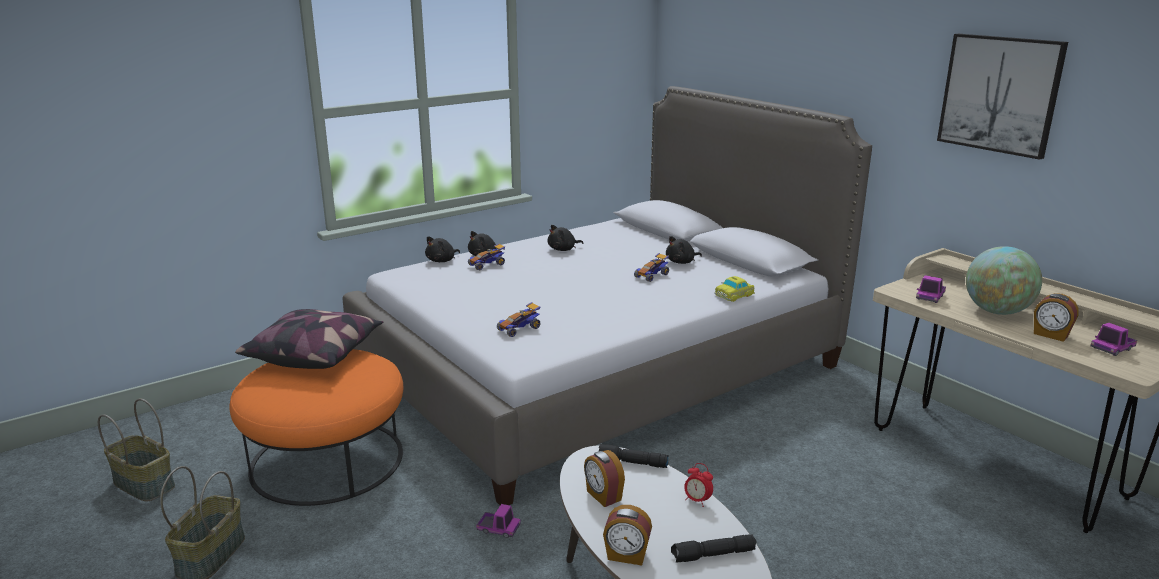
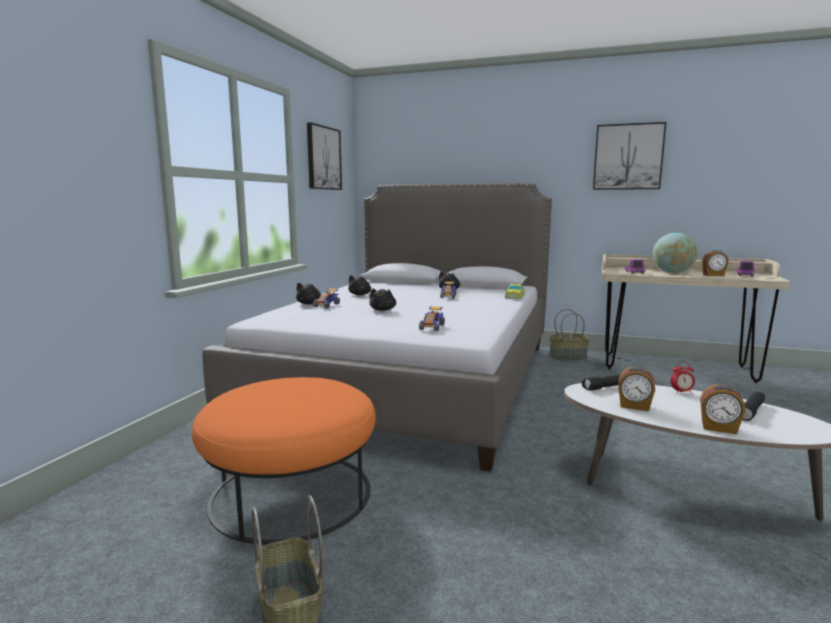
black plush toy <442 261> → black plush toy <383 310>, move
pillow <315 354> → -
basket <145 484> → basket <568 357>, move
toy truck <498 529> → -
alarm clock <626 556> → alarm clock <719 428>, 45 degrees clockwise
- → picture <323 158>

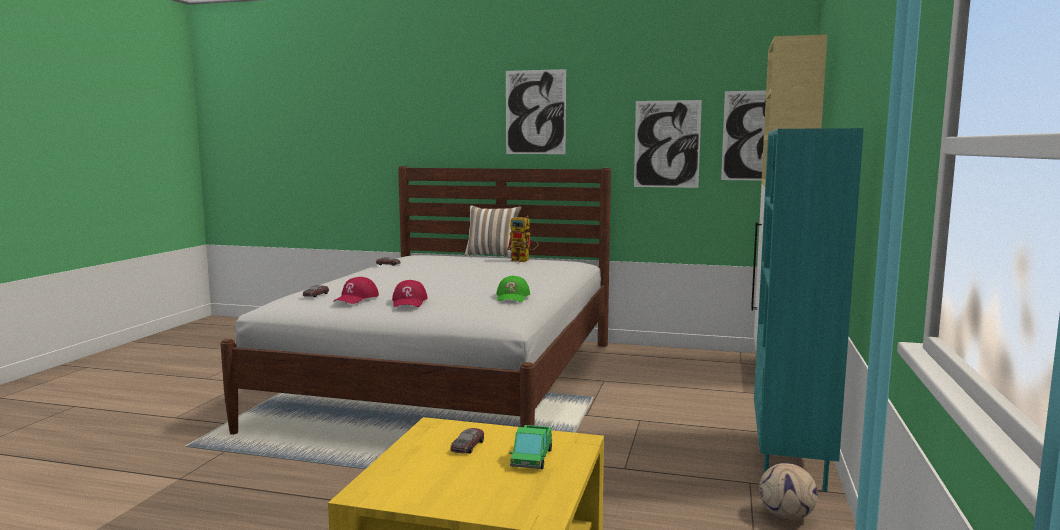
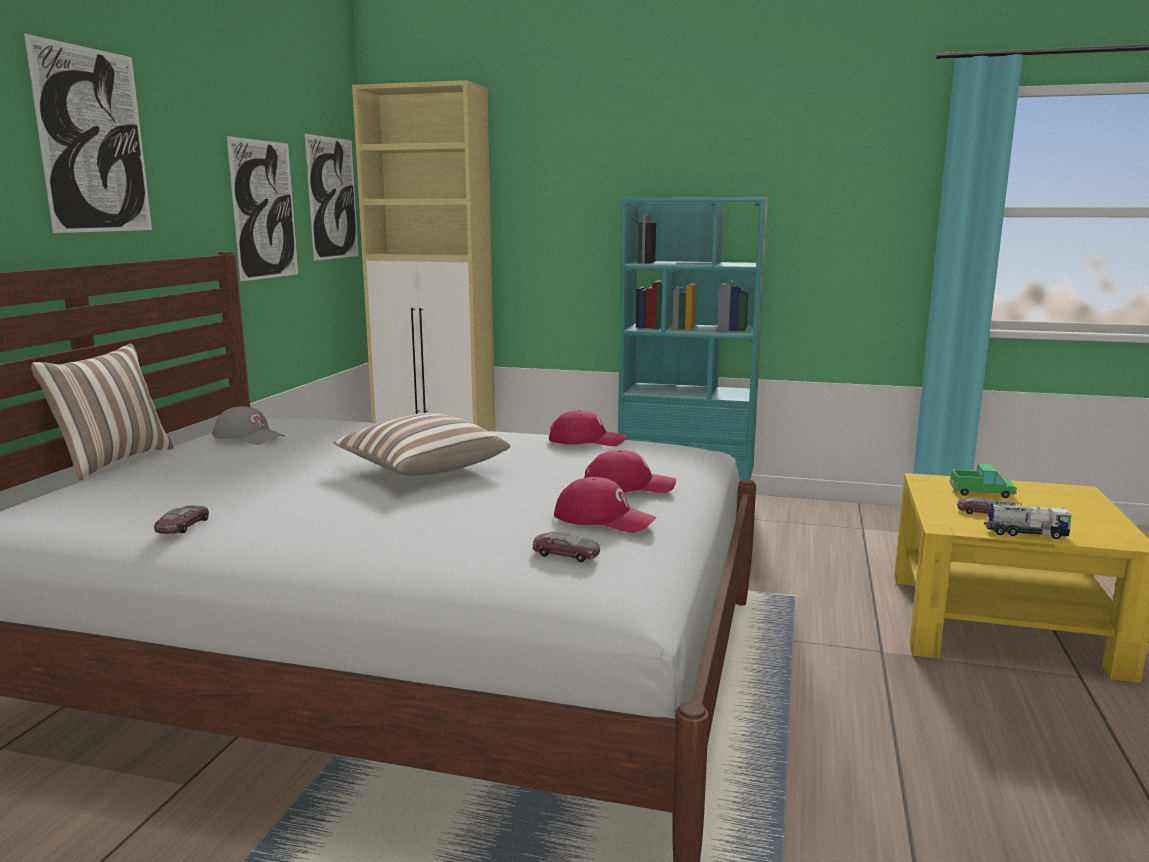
toy robot <524 260> → grey cap <249 437>
green cap <512 297> → red cap <587 440>
football <787 517> → -
- → pillow <422 470>
- → toy truck <1025 533>

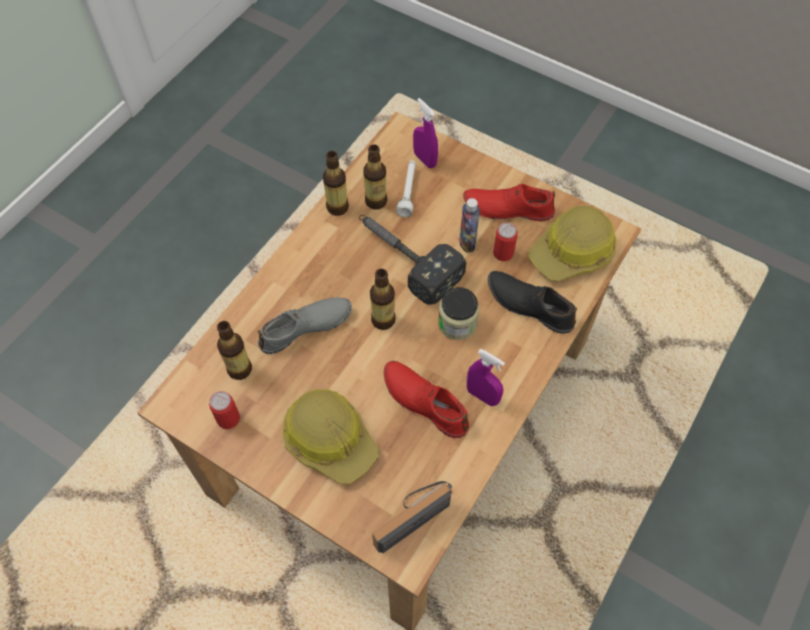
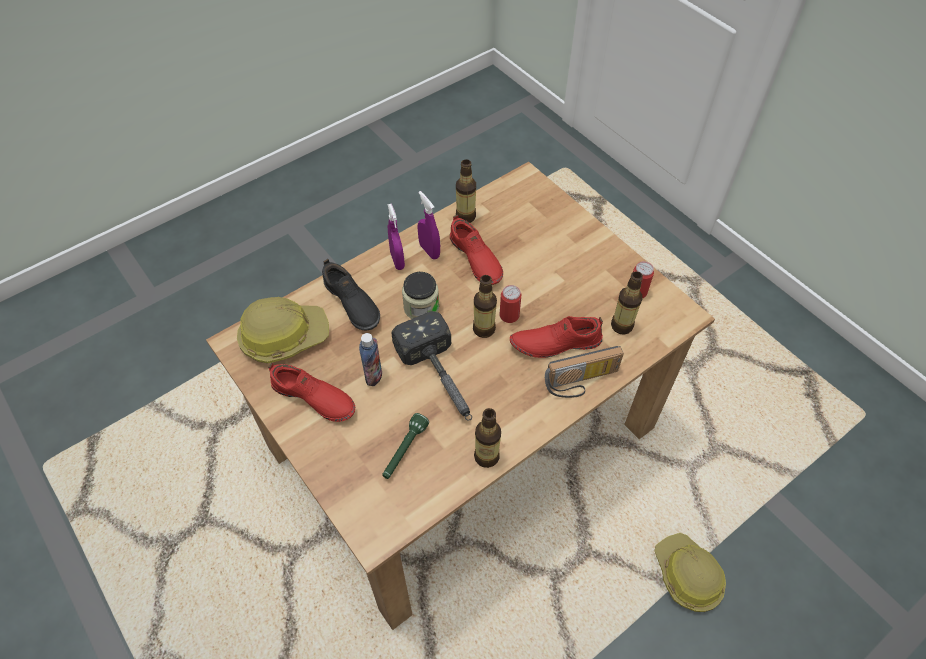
purple spray bottle <425 159> → purple spray bottle <397 260>, move
bottle <376 201> → bottle <465 216>, move
white flashlight <408 192> → green flashlight <404 451>
can <503 253> → can <509 315>, move
grey shoe <305 328> → red shoe <555 342>
hard hat <330 439> → hard hat <687 576>, move
radio <409 515> → radio <582 383>, move

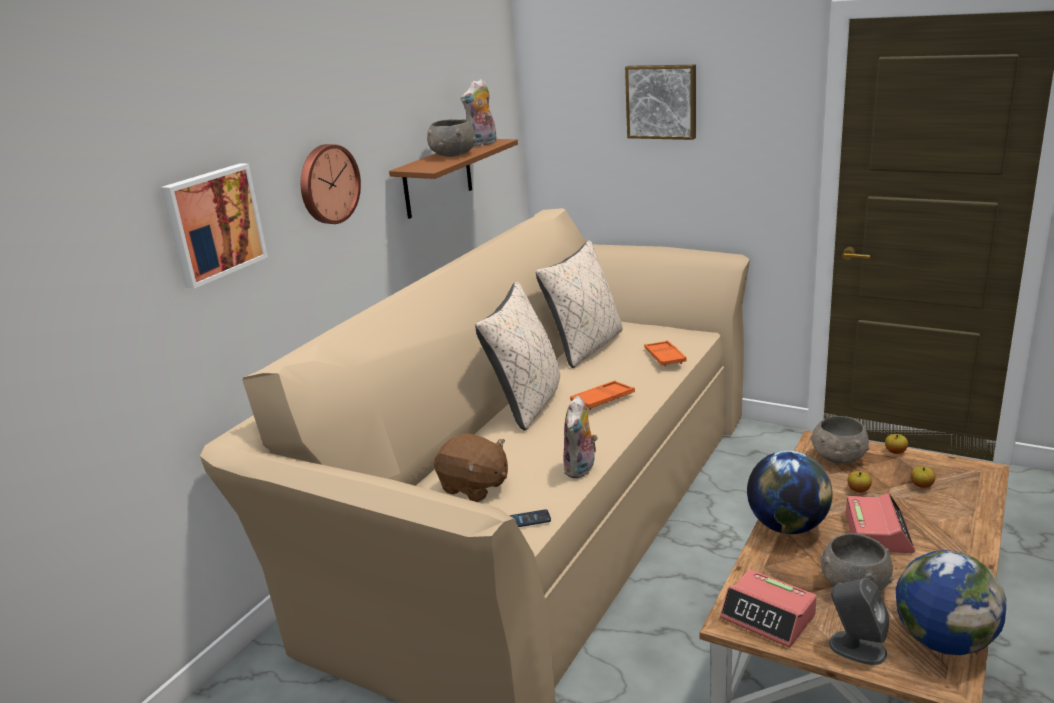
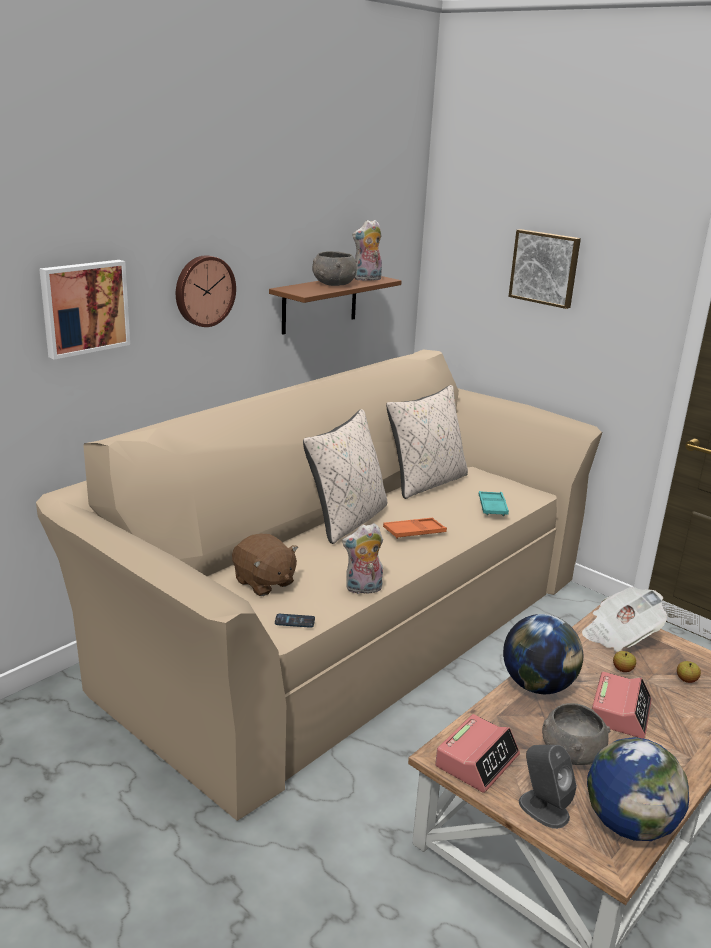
orange tray <664 357> → turquoise tray <492 507>
plush toy <581 469> → plush toy <363 589>, 45 degrees clockwise
grey bowl <838 457> → newspaper <619 635>
apple <895 452> → -
alarm clock <768 617> → alarm clock <477 760>, 105 degrees counterclockwise

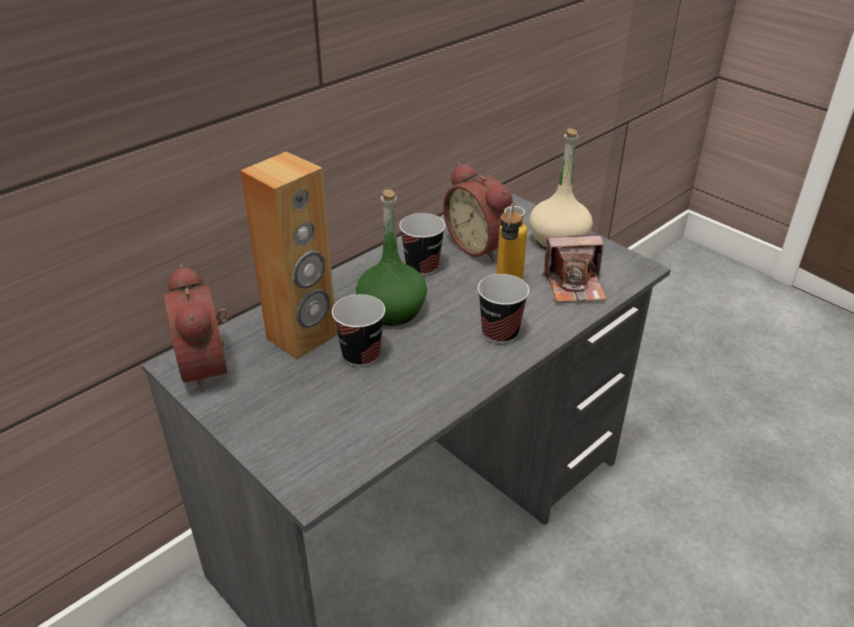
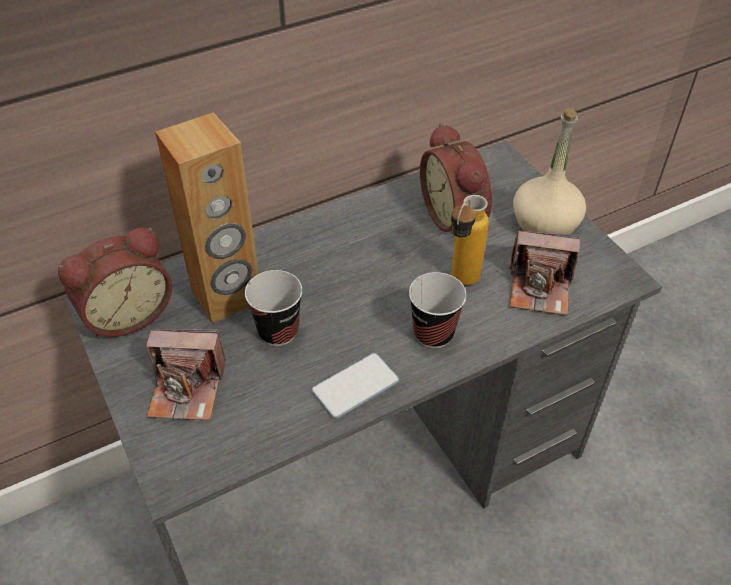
green bottle <392 310> → -
cup <422 267> → -
alarm clock <210 366> → alarm clock <126 313>, 120 degrees counterclockwise
- → photo camera <187 389>
- → phone <355 386>

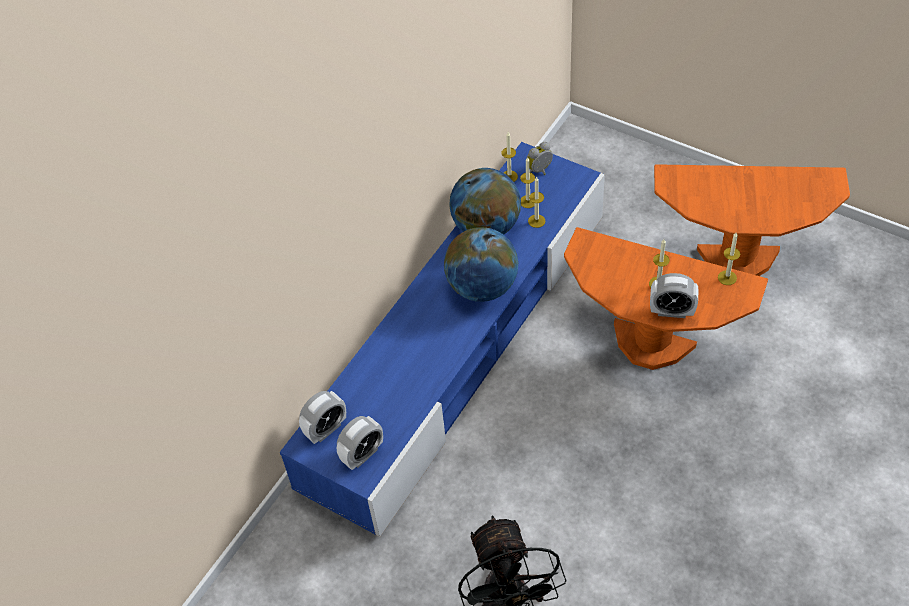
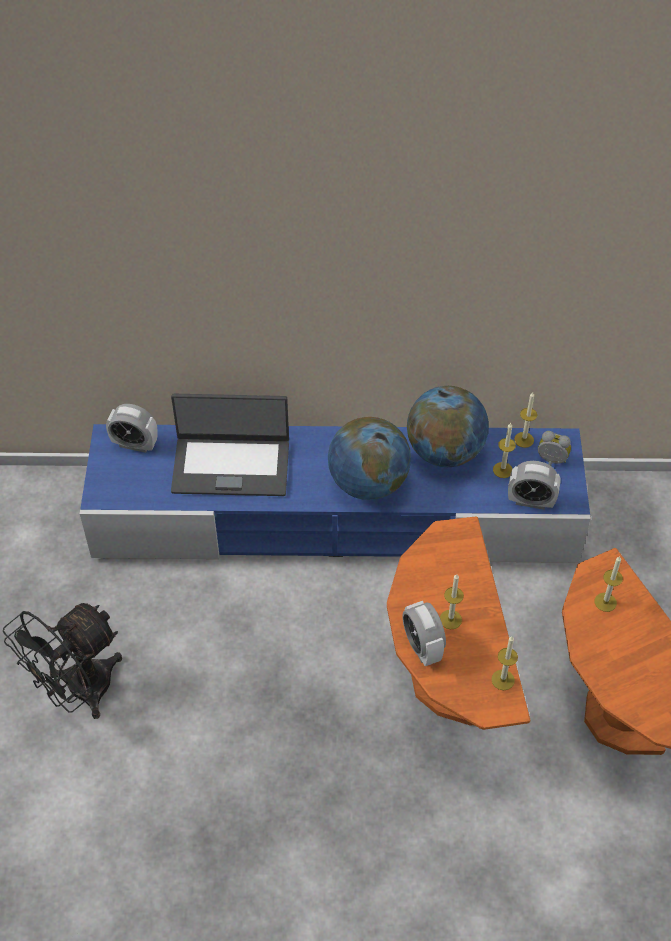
candle <536 221> → candle <605 602>, move
alarm clock <363 454> → alarm clock <530 501>, move
- → laptop <231 465>

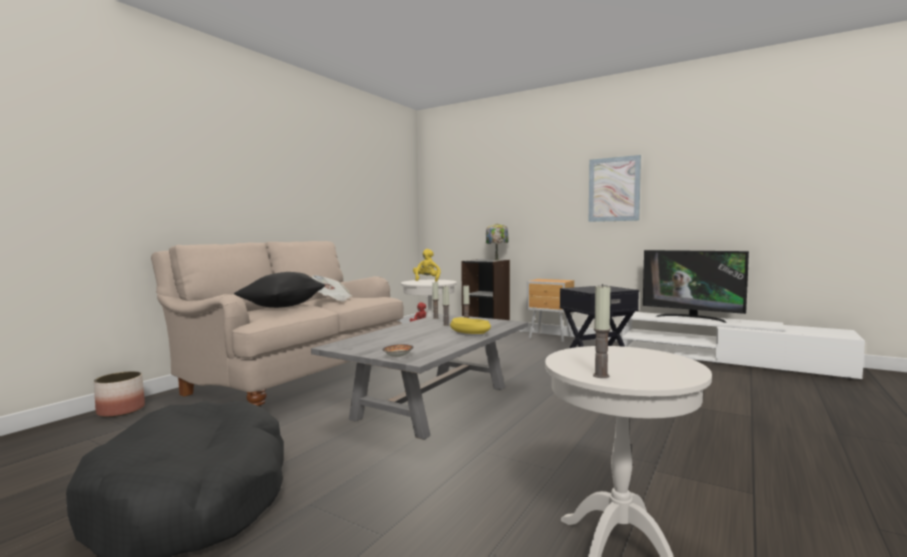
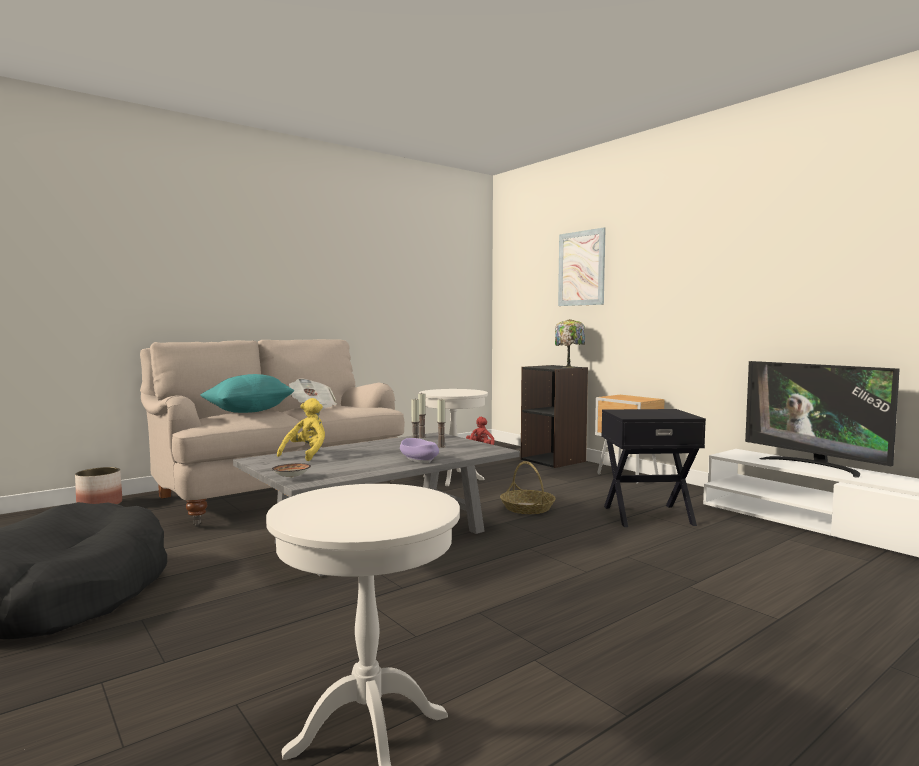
picture <614 189> → picture <581 268>, move
yellow plush toy <427 280> → yellow plush toy <307 454>, move
black pillow <282 306> → turquoise pillow <249 411>
candle <601 376> → -
yellow bowl <470 334> → purple bowl <419 459>
- → basket <527 508>

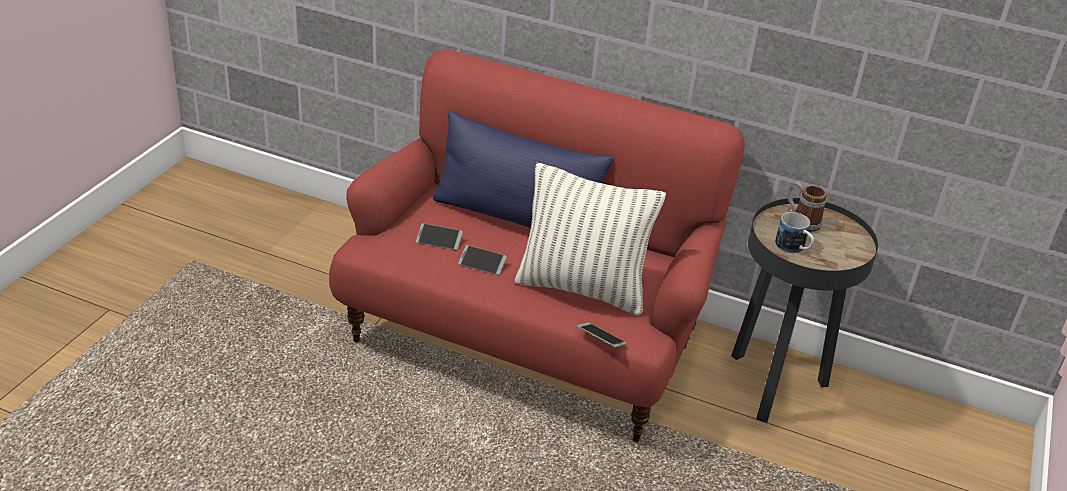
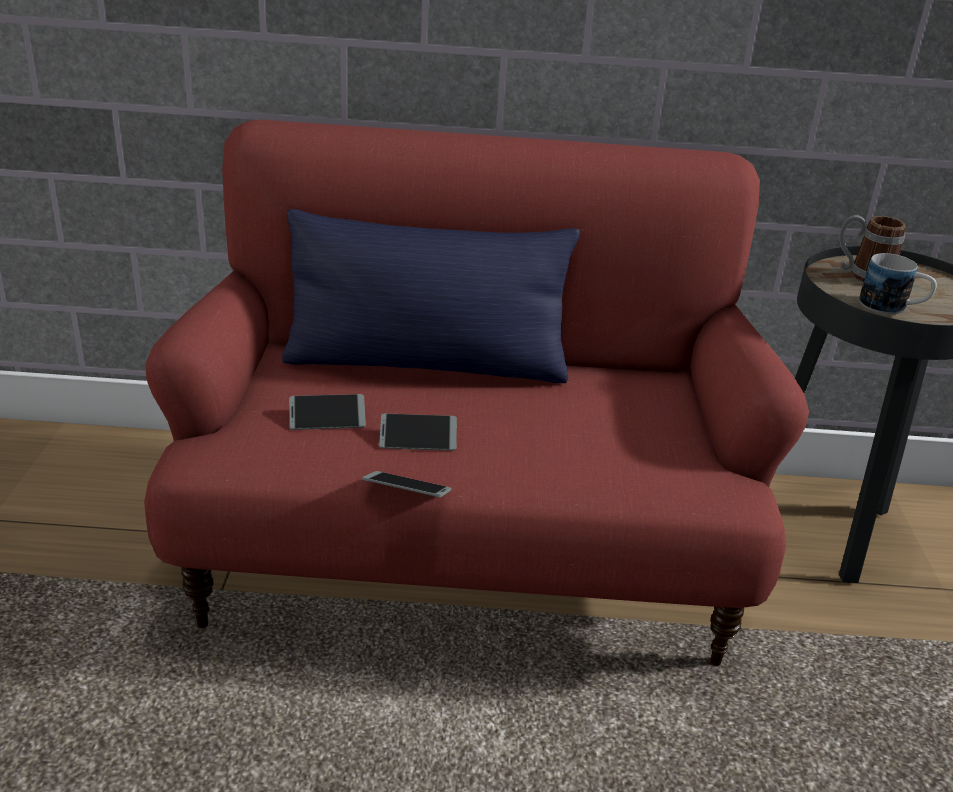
pillow <582 288> → -
phone <601 339> → phone <407 491>, move

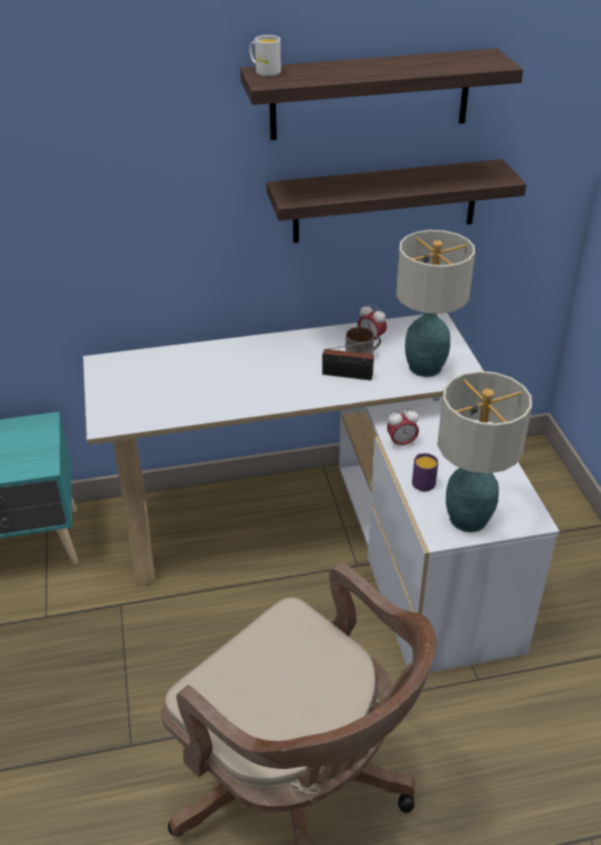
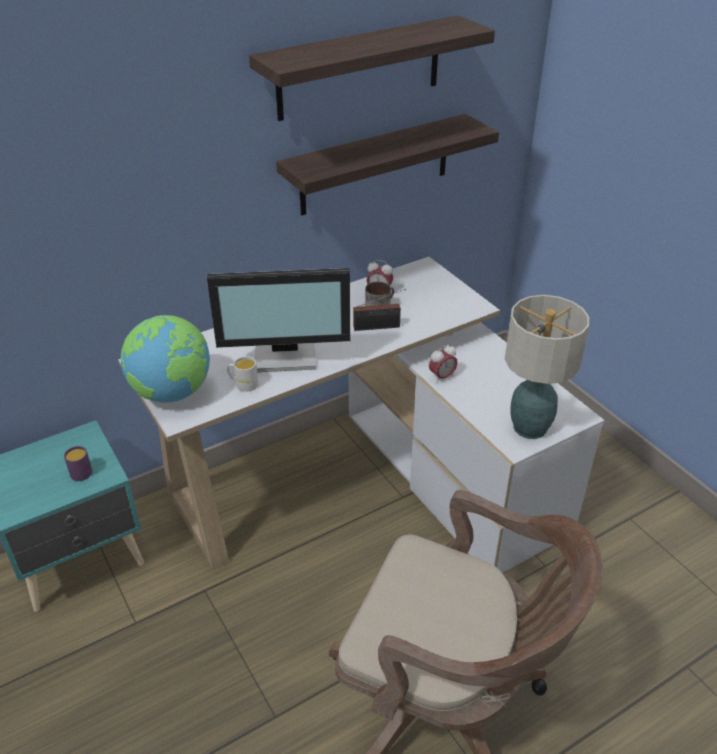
white mug <264 71> → white mug <243 384>, move
table lamp <425 368> → -
purple mug <422 480> → purple mug <80 471>, move
- → monitor <286 354>
- → globe <172 393>

